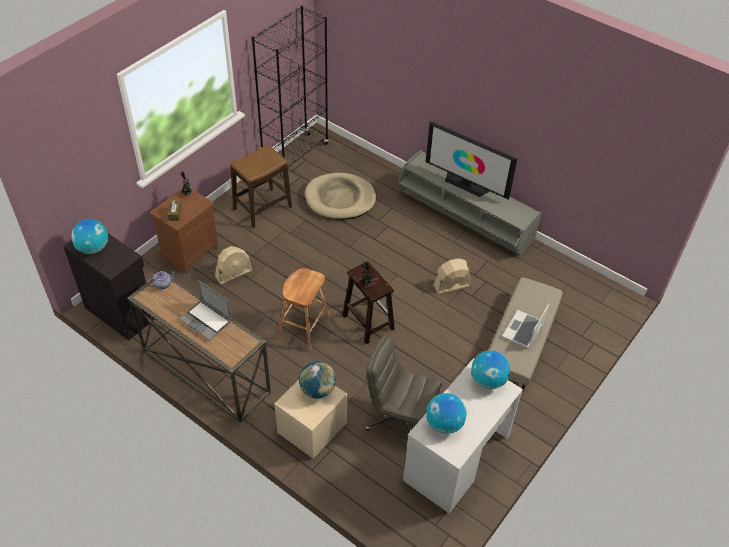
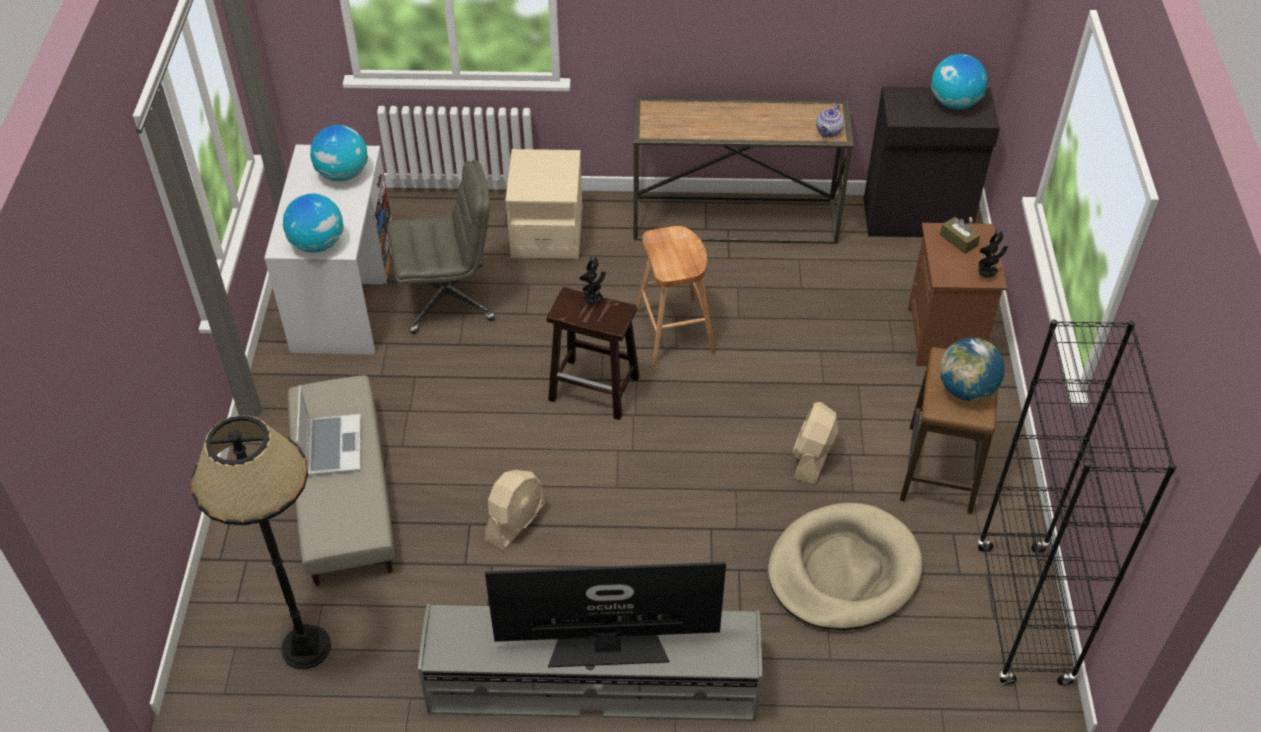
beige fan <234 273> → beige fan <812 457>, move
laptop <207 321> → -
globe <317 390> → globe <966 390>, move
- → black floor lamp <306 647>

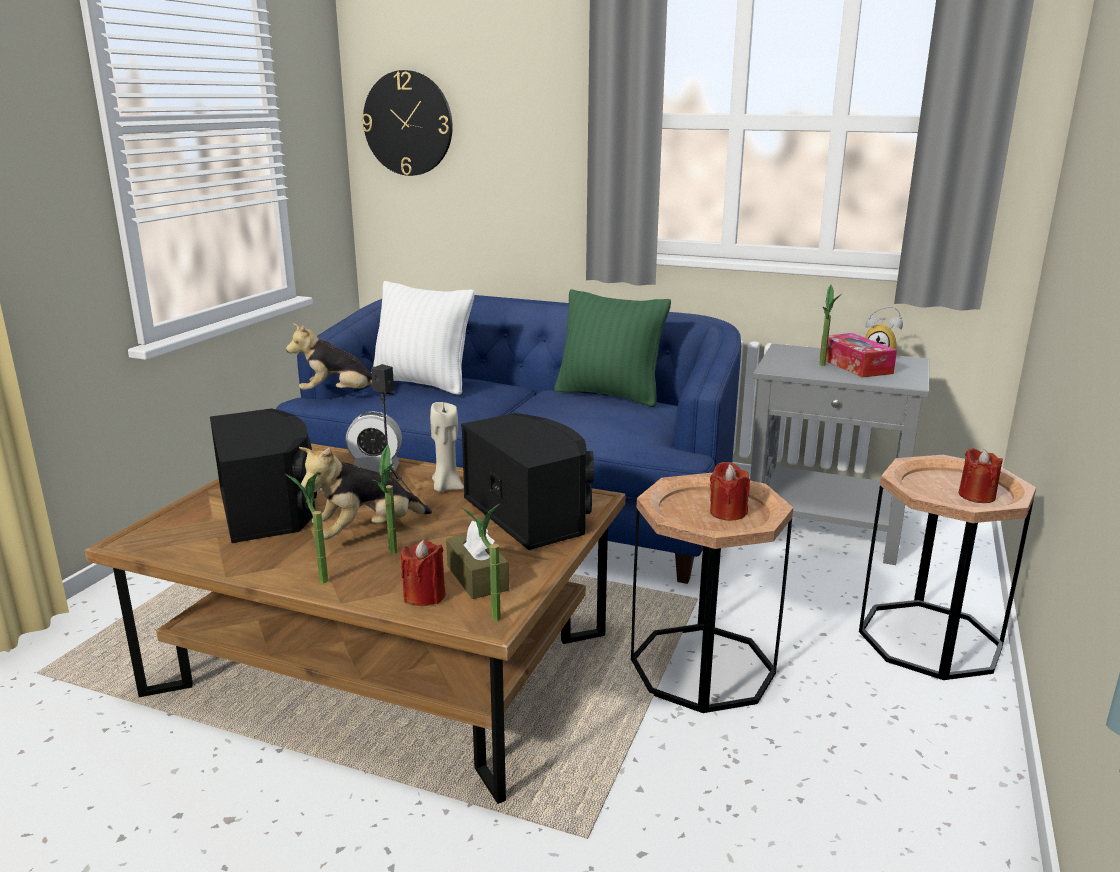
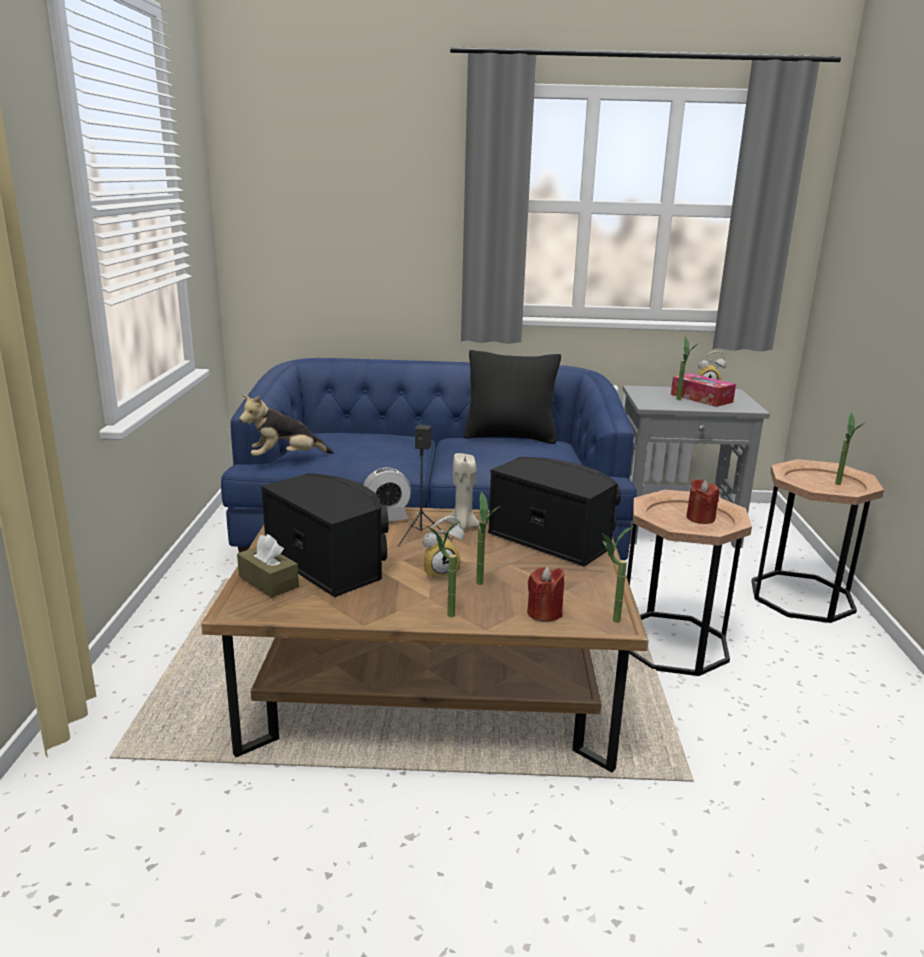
wall clock <408 123> → -
white pillow <422 384> → -
green pillow <609 395> → black pillow <510 437>
plush toy <367 533> → alarm clock <440 572>
red candle <976 496> → potted plant <841 486>
brown tissue box <477 578> → brown tissue box <268 581>, move

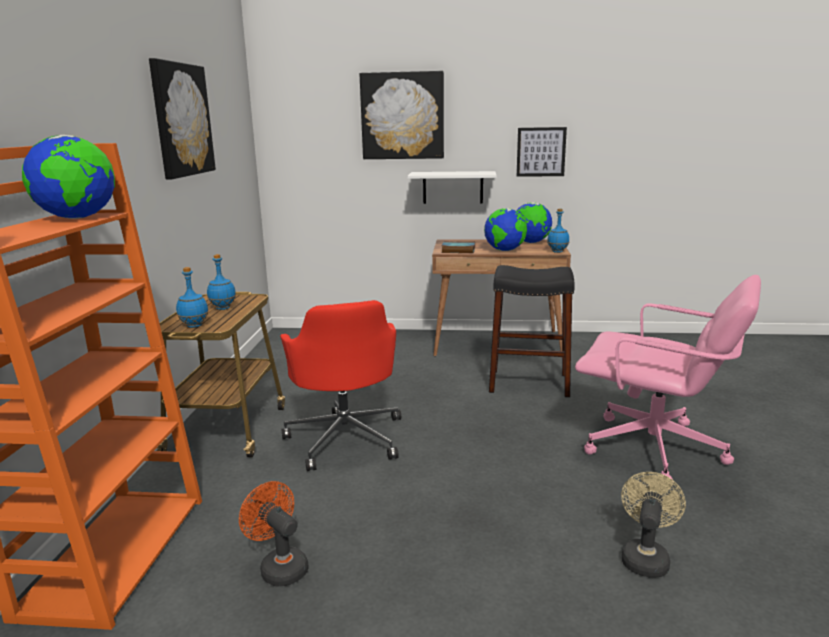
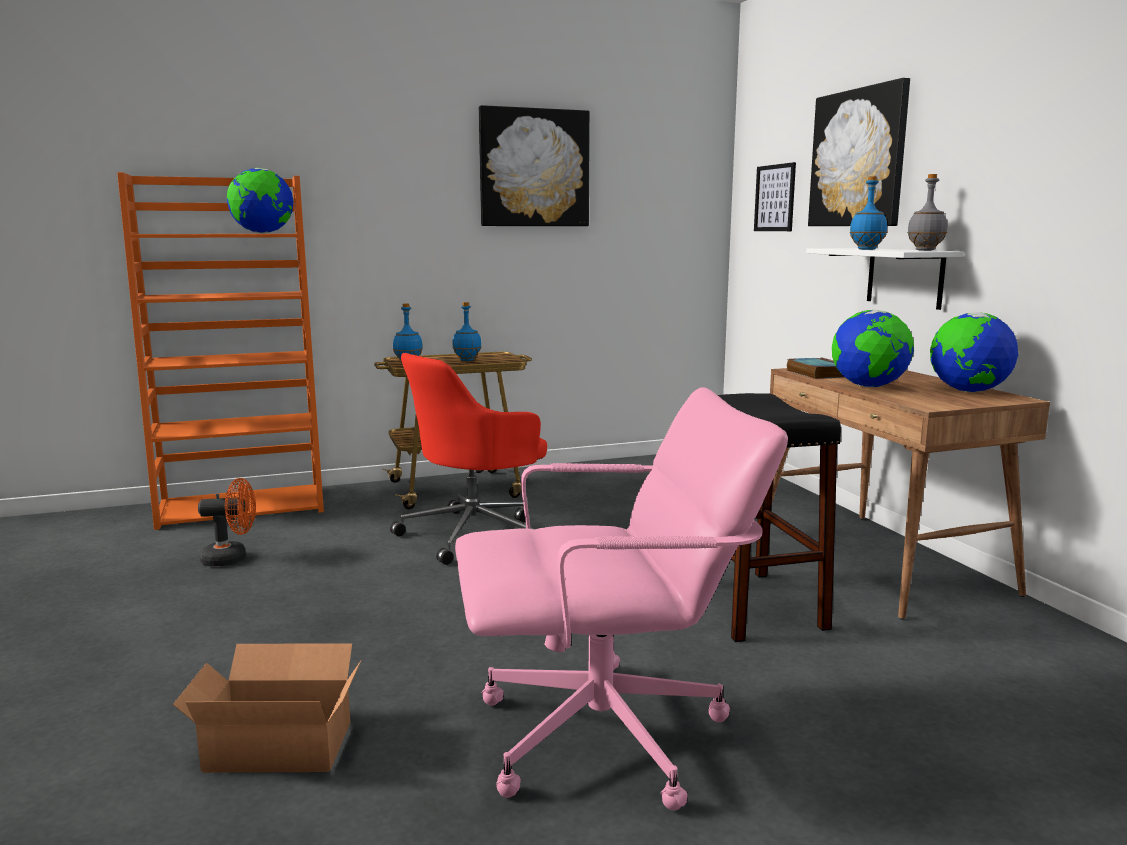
picture <541 152> → picture <775 198>, move
blue bottle <557 252> → blue bottle <867 249>, move
pink office chair <655 449> → pink office chair <605 736>, 105 degrees counterclockwise
beige fan <645 557> → cardboard box <277 743>
orange fan <279 567> → orange fan <232 558>, 60 degrees clockwise
- → grey bottle <924 250>

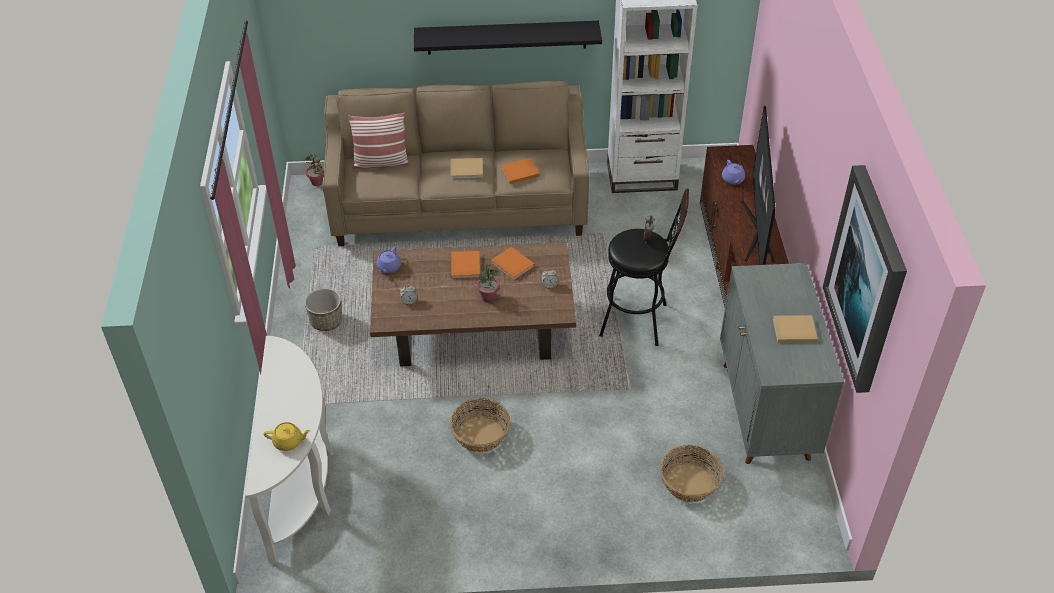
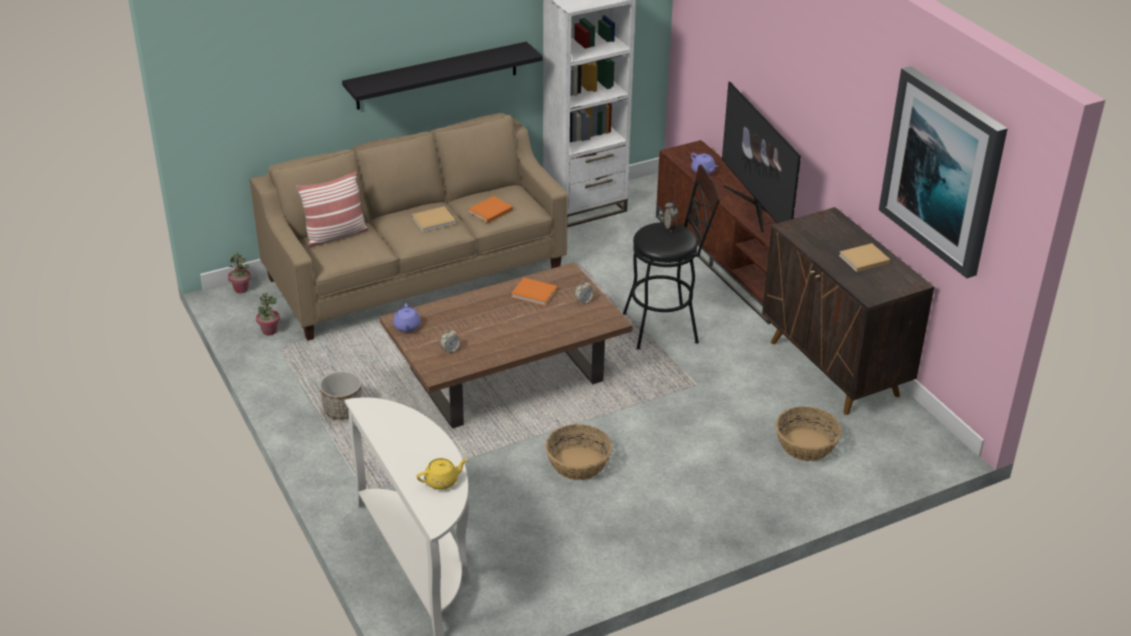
orange book <465 265> → -
grey cabinet <766 411> → brown cabinet <834 369>
potted plant <488 297> → potted plant <269 331>, move

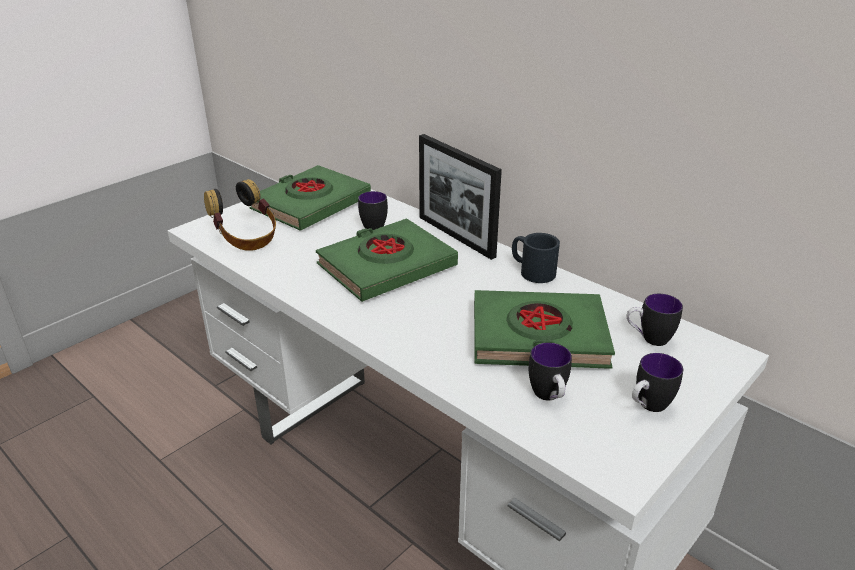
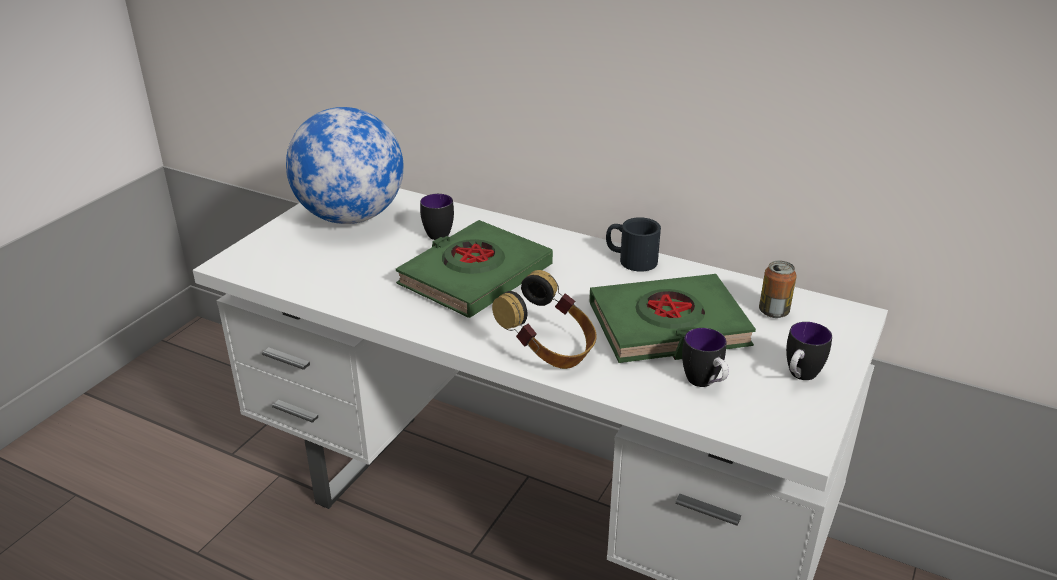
picture frame <456 236> → -
green book <311 204> → globe <351 217>
headphones <246 239> → headphones <549 350>, move
mug <648 339> → can <773 312>

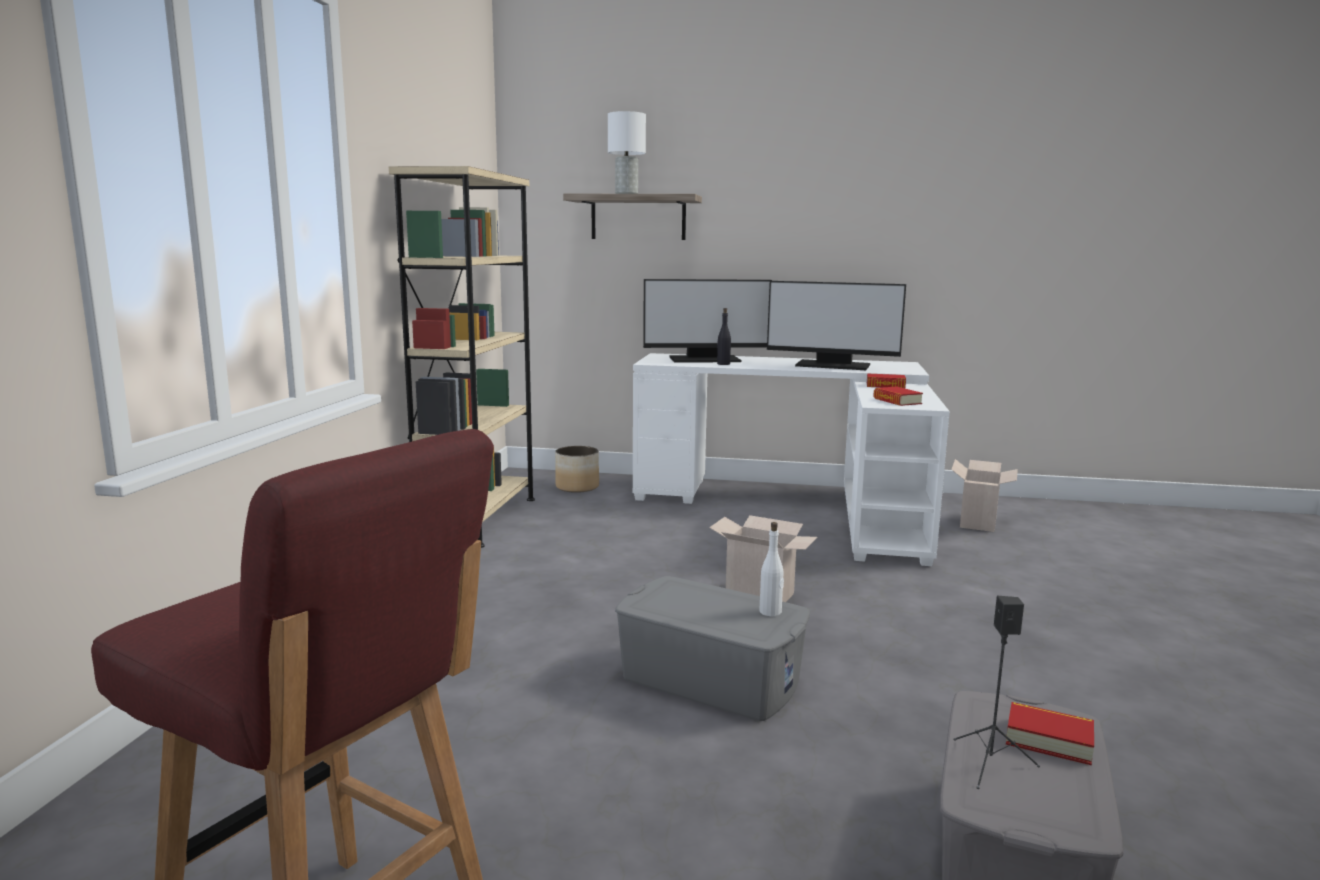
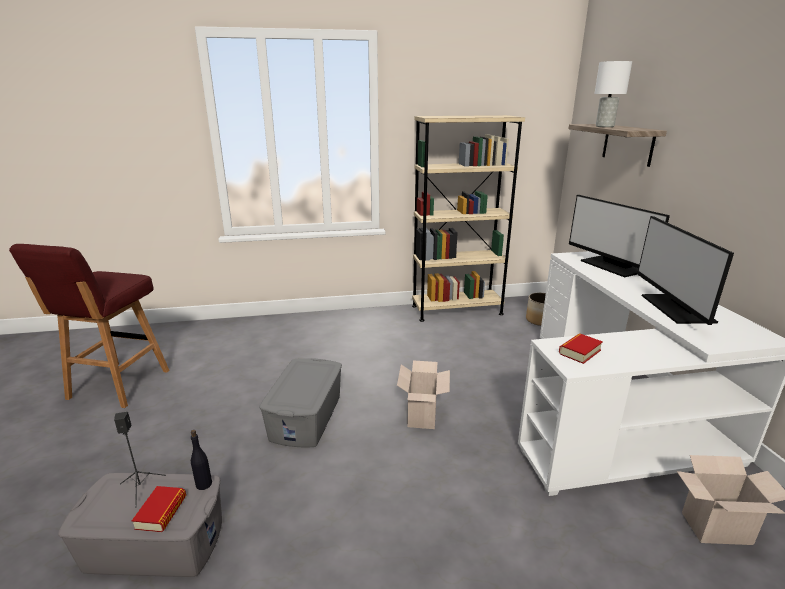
black bottle <723 364> → black bottle <204 484>, move
book <885 386> → -
white bottle <770 612> → -

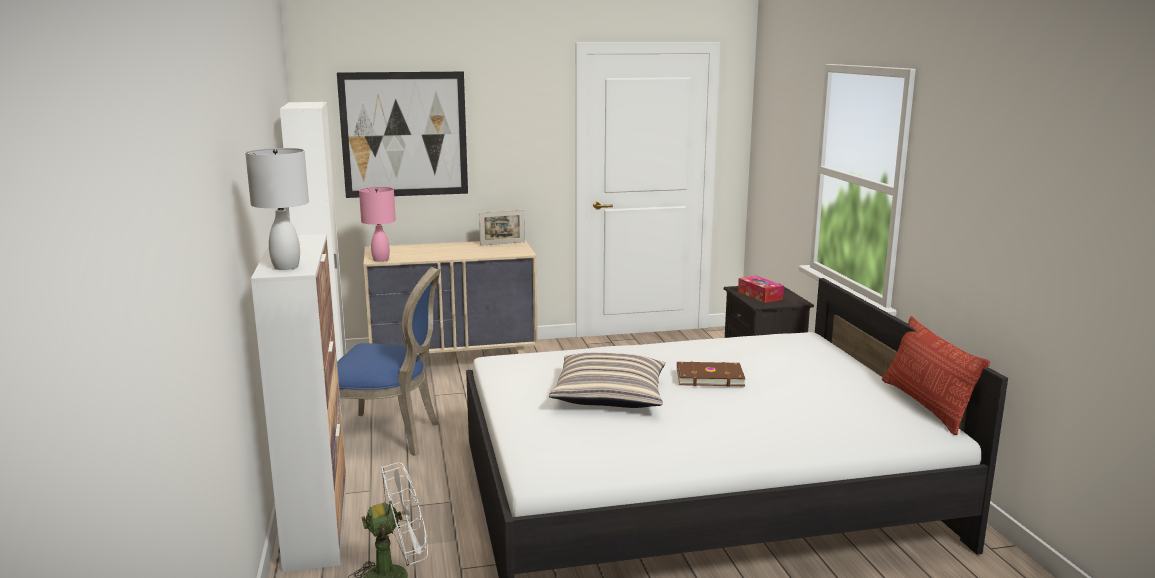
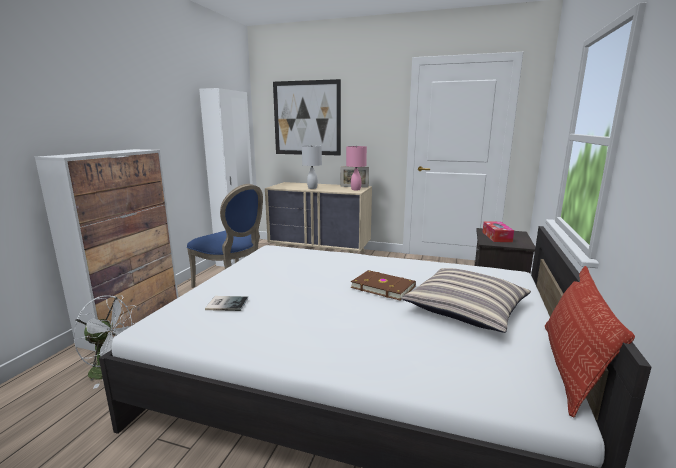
white table lamp <286 266> → white table lamp <312 188>, move
pink table lamp <380 260> → pink table lamp <355 189>, move
pillow <609 395> → pillow <466 309>, move
- → book <226 303>

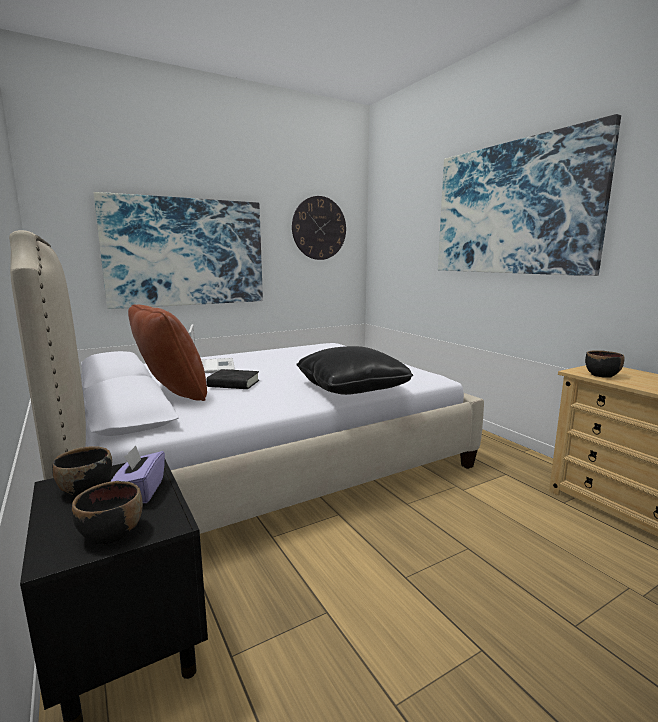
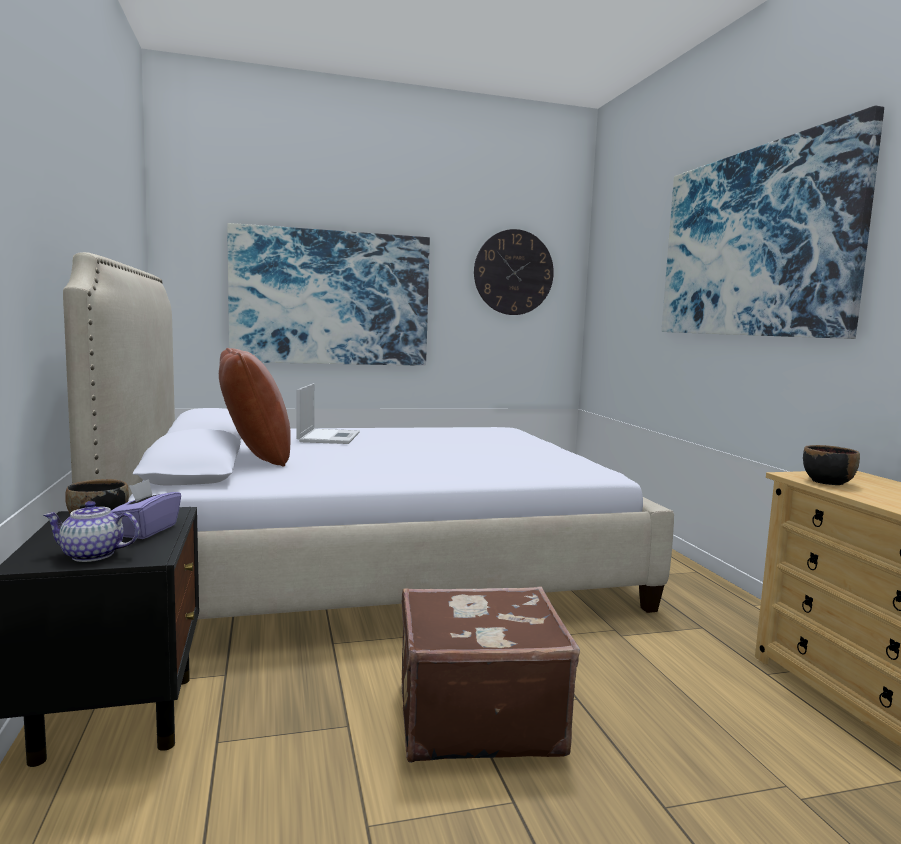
black pillow <352 388> → -
black book <233 384> → -
black bowl <111 533> → teapot <91 555>
- → brown suitcase <476 716>

